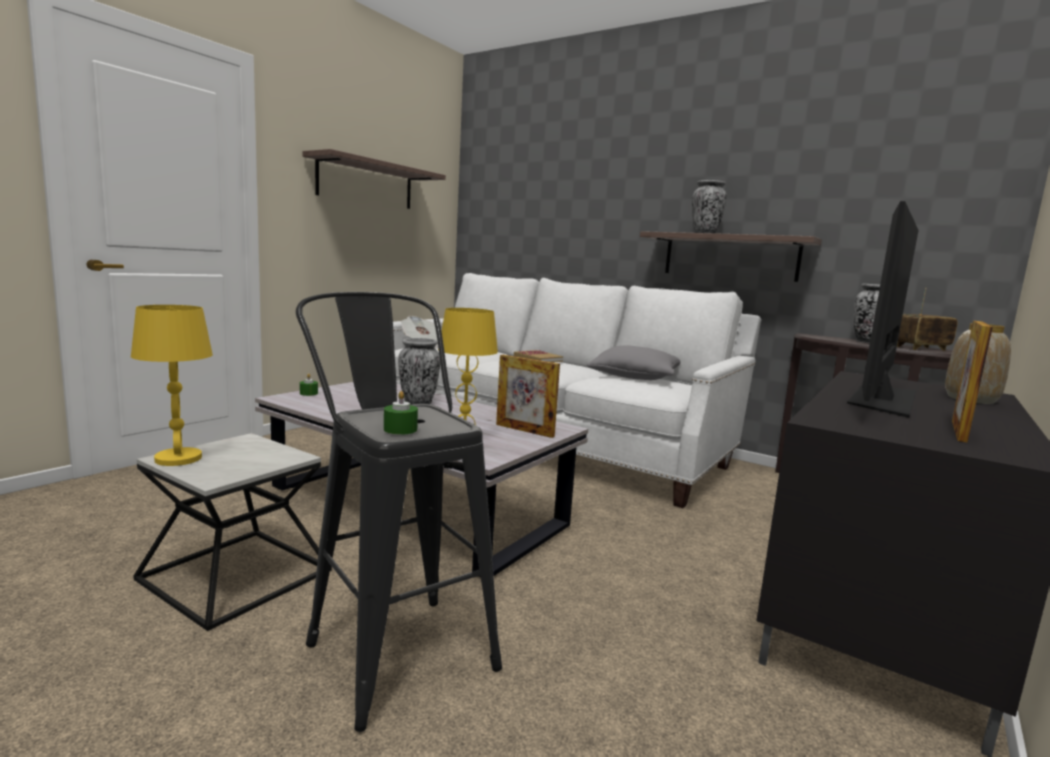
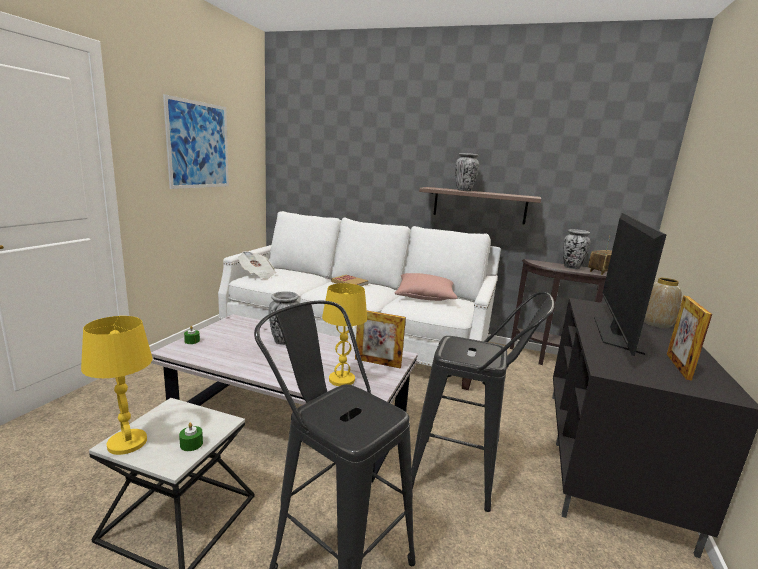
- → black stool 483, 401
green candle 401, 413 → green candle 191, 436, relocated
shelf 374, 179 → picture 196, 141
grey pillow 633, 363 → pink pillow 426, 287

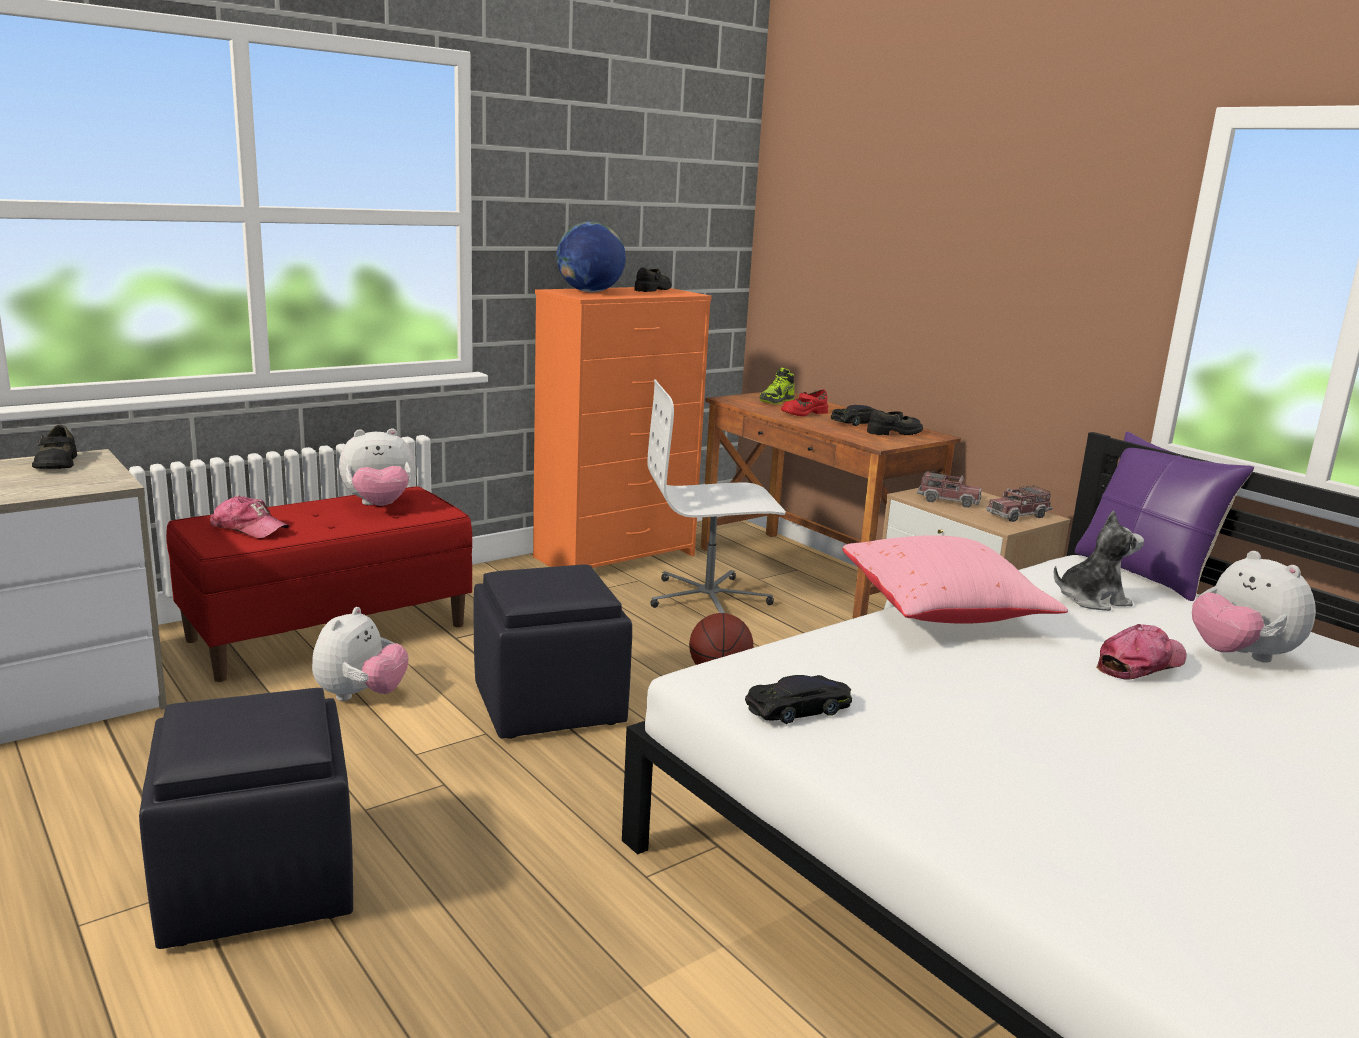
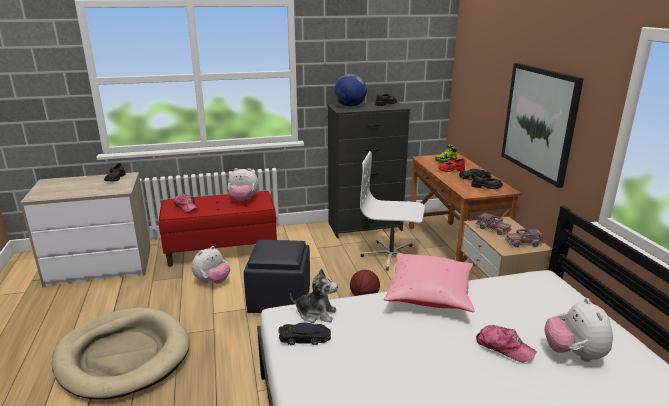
purple pillow 1164, 516 → -
- → picture 542, 125
plush toy 1099, 560 → plush toy 314, 295, relocated
black ottoman 246, 818 → beige dog bed 121, 353
orange dresser 622, 427 → black dresser 368, 169
cap 1141, 652 → cap 506, 344, 45 degrees clockwise

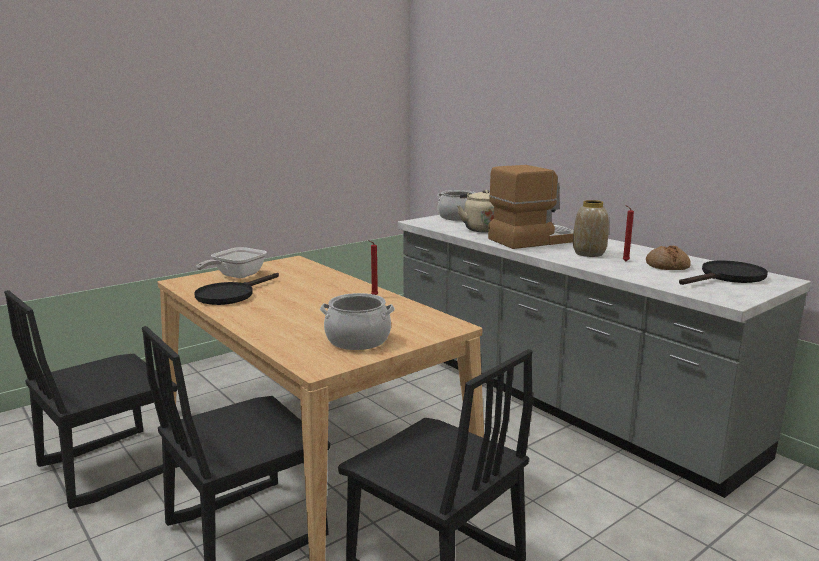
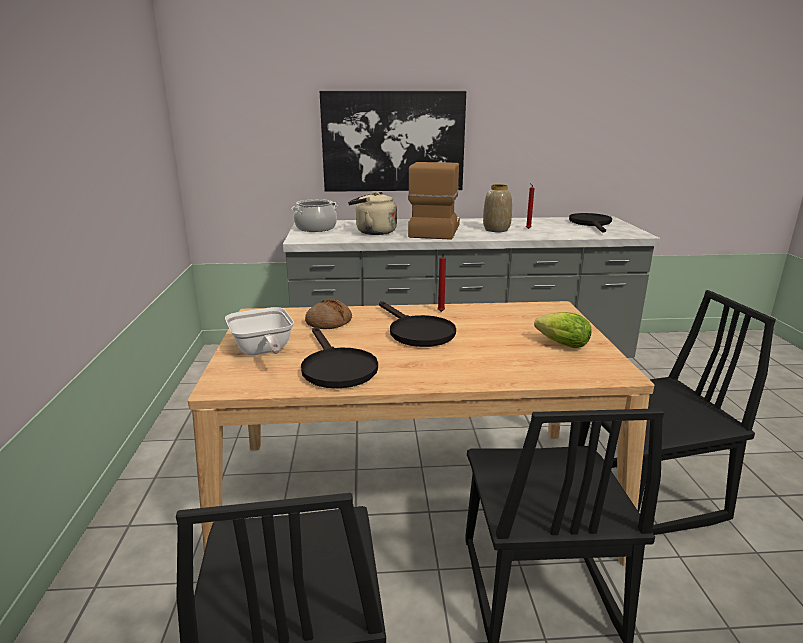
- → picture 393, 141
- → black frying pan 417, 324
bread 668, 258 → bread 328, 313, relocated
cooking pot 357, 321 → lettuce 563, 330

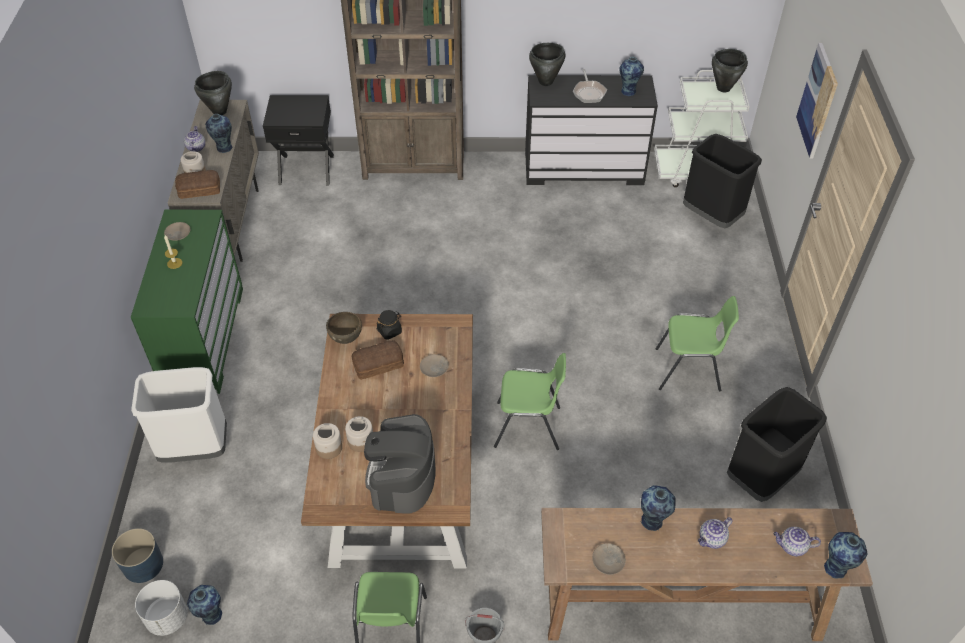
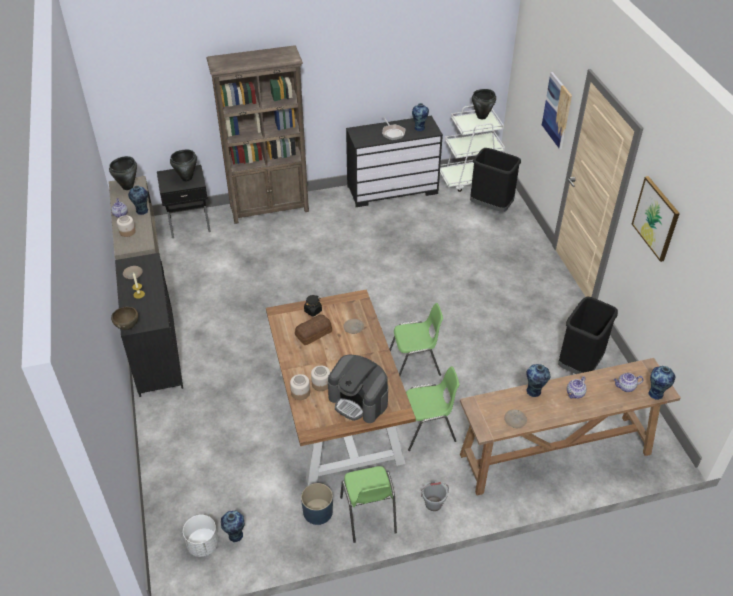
white trash can 179, 415 → -
bread 197, 184 → -
- → picture 656, 219
blue planter 137, 555 → blue planter 317, 504, relocated
brown bowl 344, 328 → brown bowl 124, 318, relocated
black cooking pot 547, 64 → black cooking pot 183, 165, relocated
green chair 697, 343 → green chair 432, 408, relocated
green dresser 187, 302 → black dresser 149, 325
coffee machine 399, 464 → coffee machine 358, 389, 45 degrees counterclockwise

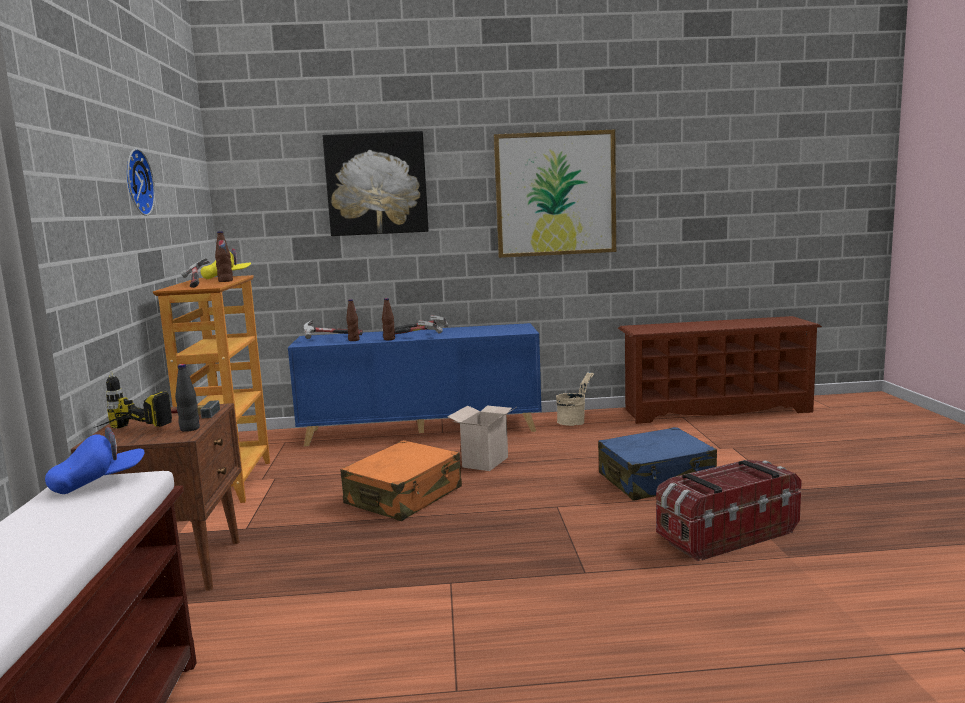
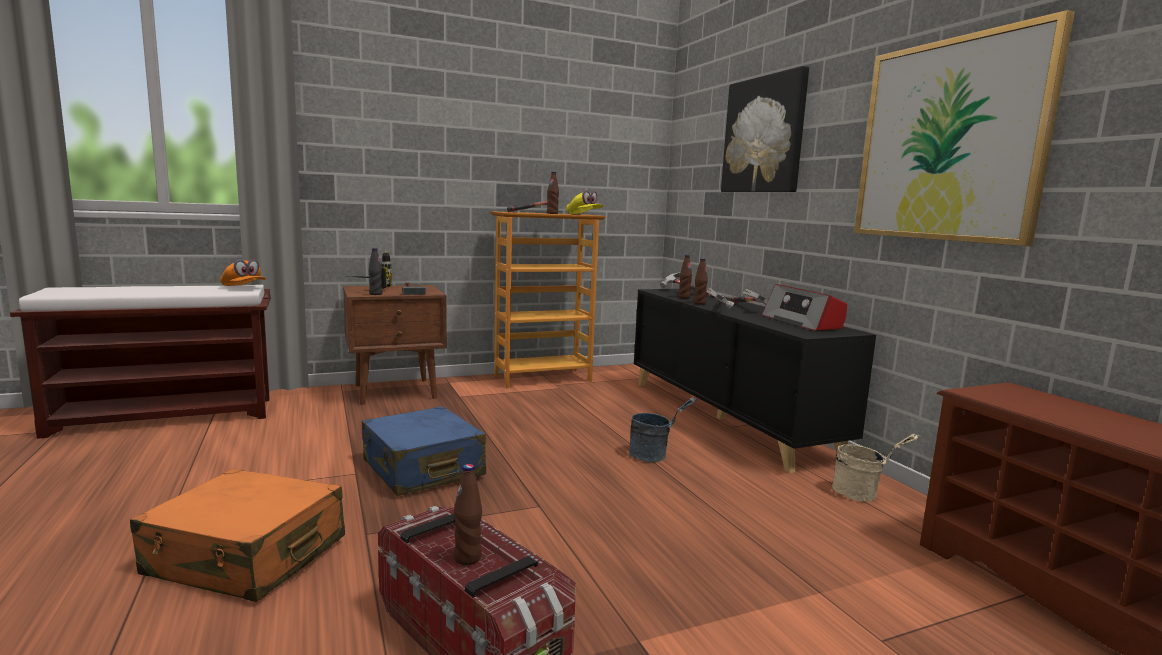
wall clock 141, 182 → -
- → brown bottle 468, 514
- → radio 804, 307
orange suitcase 401, 480 → orange suitcase 237, 535, relocated
blue suitcase 657, 464 → blue suitcase 424, 451, relocated
cardboard box 481, 438 → grey bucket 663, 430
blue cap 95, 460 → orange cap 243, 272
blue cabinet 415, 384 → black cabinet 755, 381

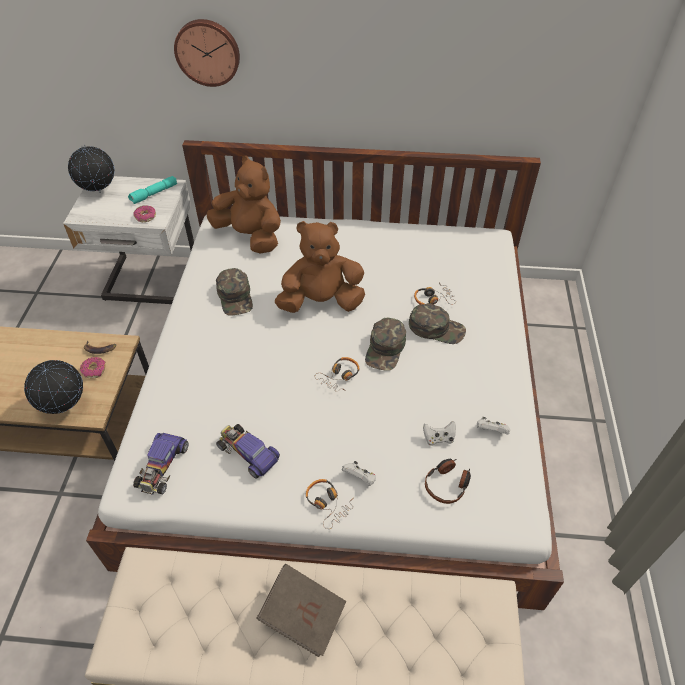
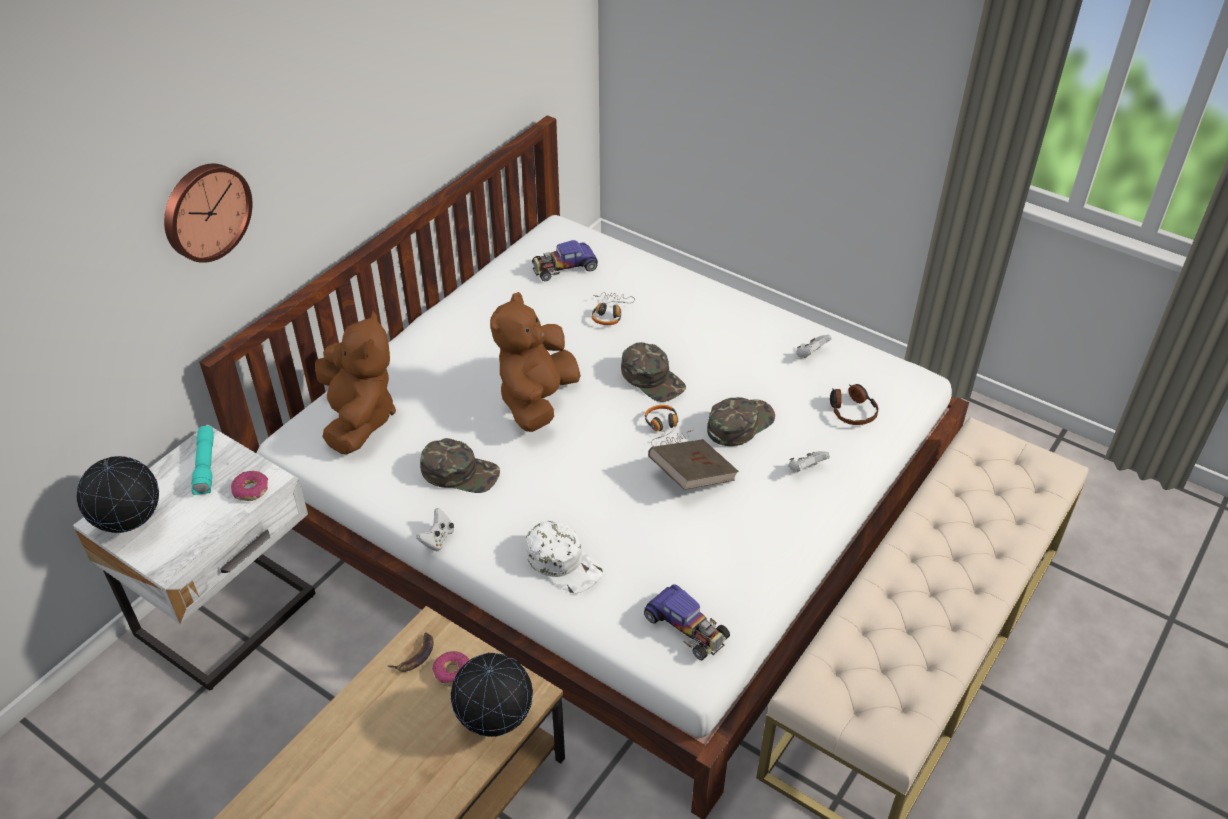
headphones 330, 504 → -
- → white cap 564, 557
toy car 248, 451 → toy car 565, 260, relocated
brown book 301, 610 → brown book 693, 464, relocated
green cap 437, 323 → green cap 741, 421, relocated
white game controller 439, 433 → white game controller 435, 529, relocated
brown plush toy 244, 205 → brown plush toy 355, 382, 105 degrees clockwise

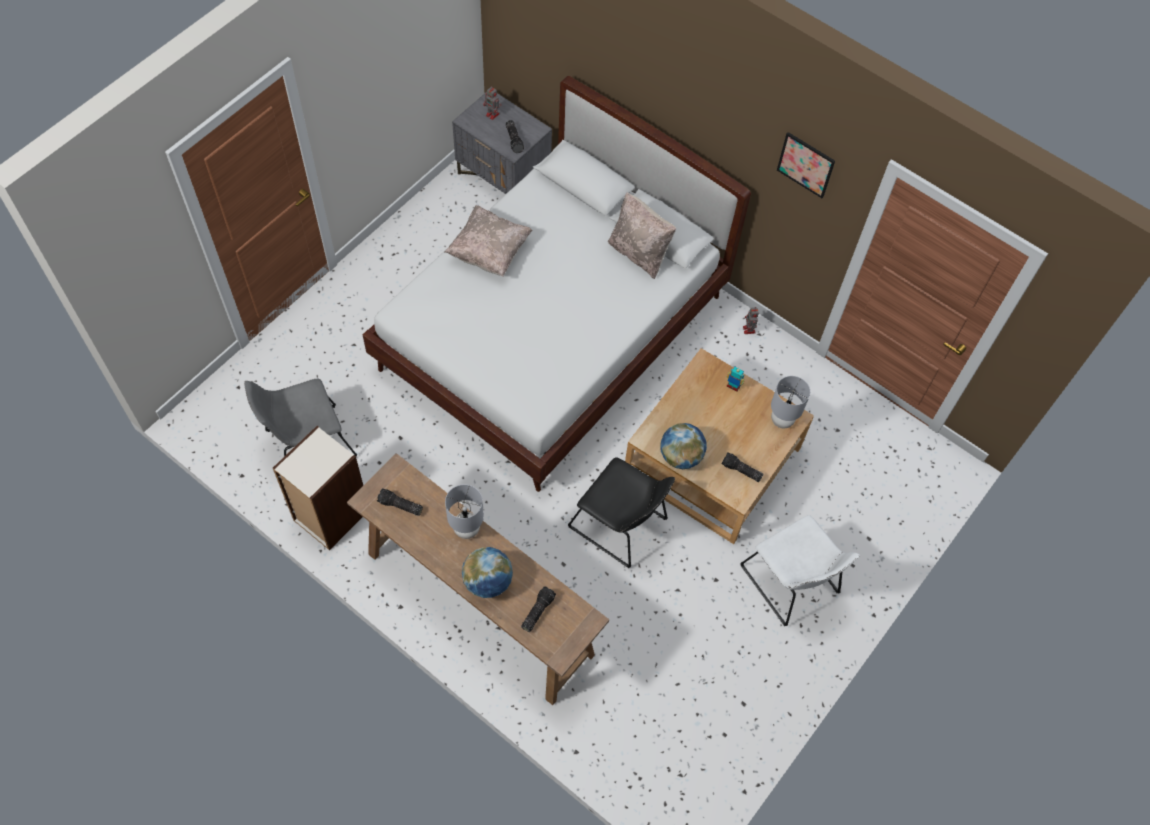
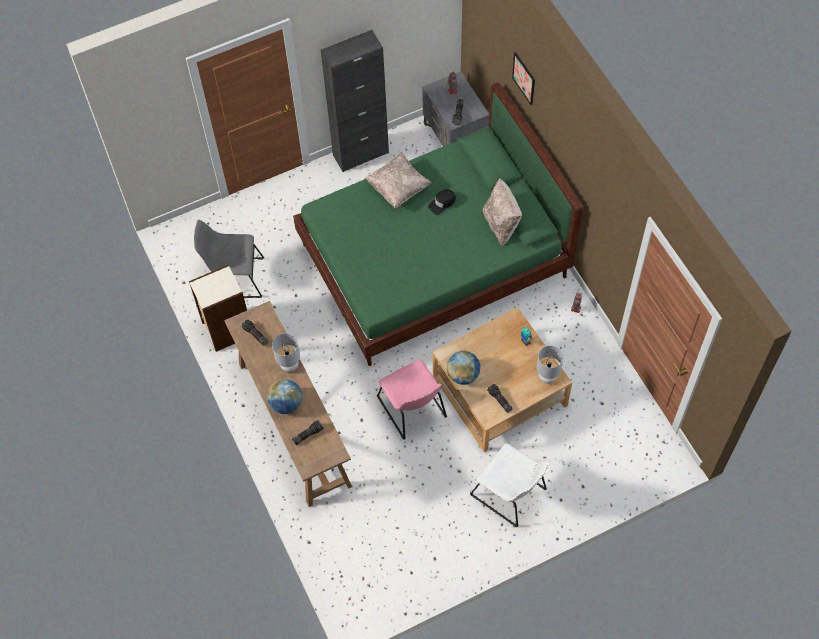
- → black cabinet 355, 101
- → black cap 442, 202
picture 806, 165 → picture 523, 78, relocated
white bed 557, 284 → green bed 438, 224
black chair 621, 512 → pink chair 412, 400
white chair 800, 570 → white chair 510, 485, 45 degrees counterclockwise

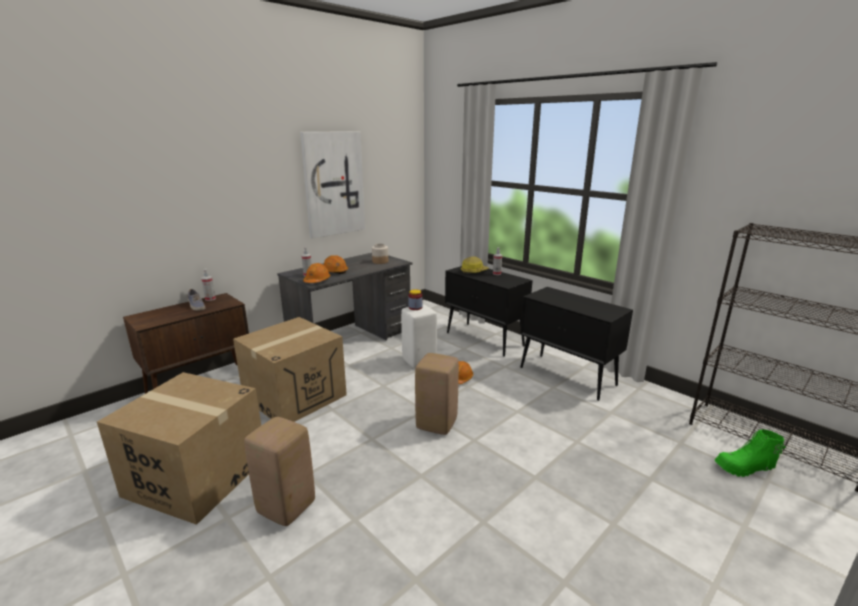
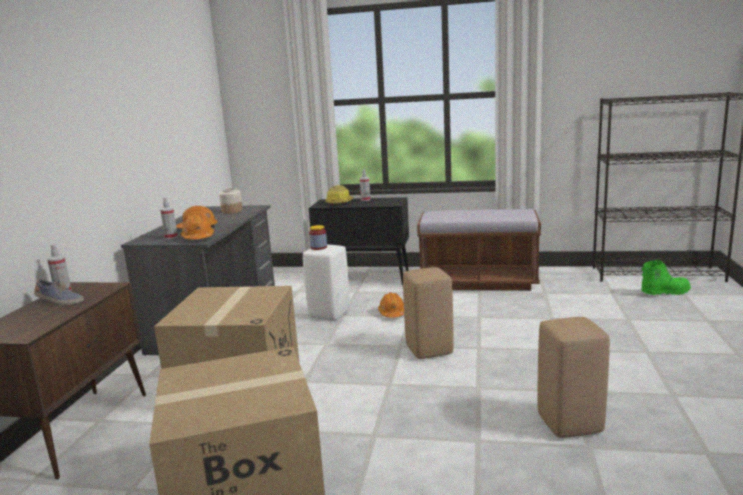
picture 332, 185 → -
beige stool 279, 471 → beige stool 573, 377, relocated
black cabinet 576, 344 → brown bench 479, 249
green boot 750, 453 → green boot 666, 277, 150 degrees counterclockwise

